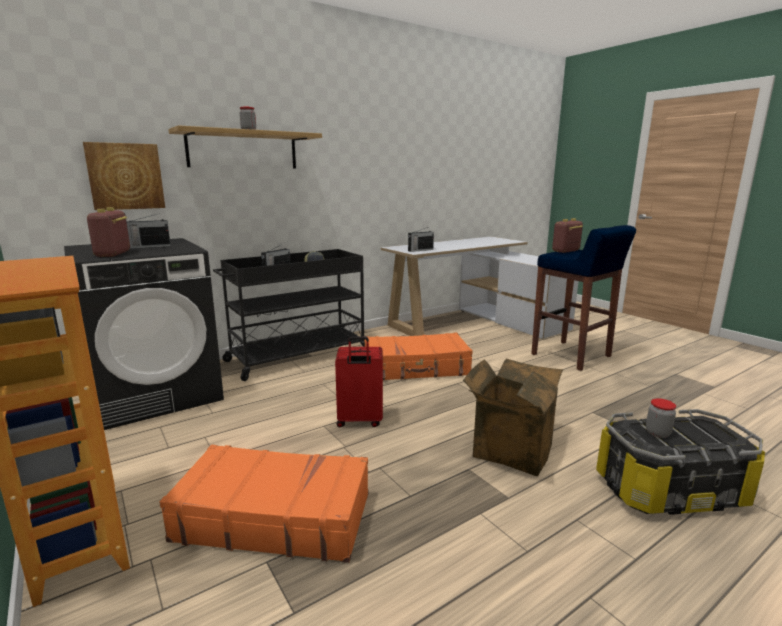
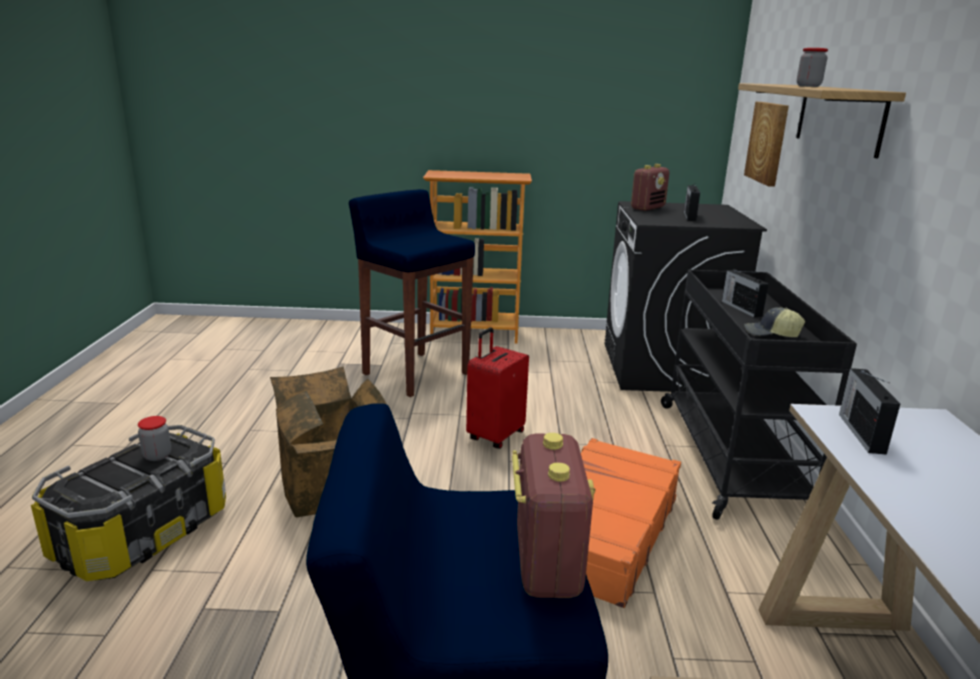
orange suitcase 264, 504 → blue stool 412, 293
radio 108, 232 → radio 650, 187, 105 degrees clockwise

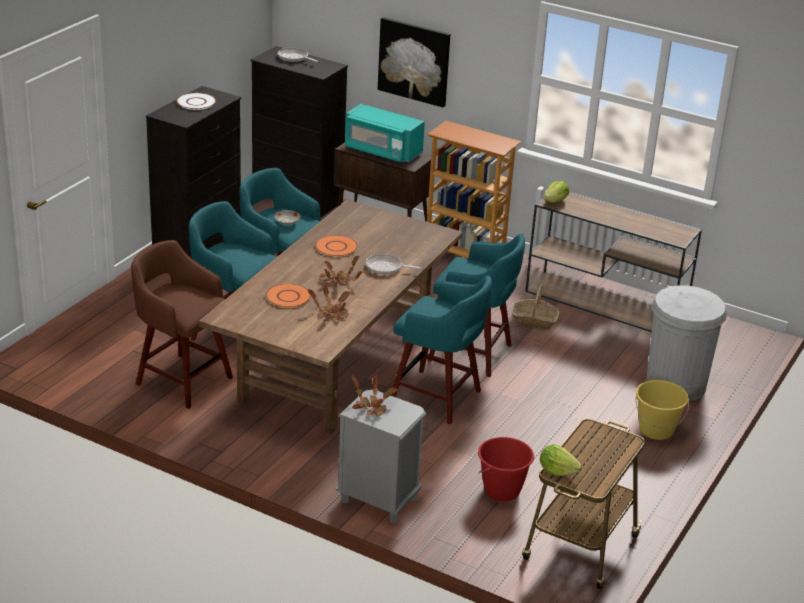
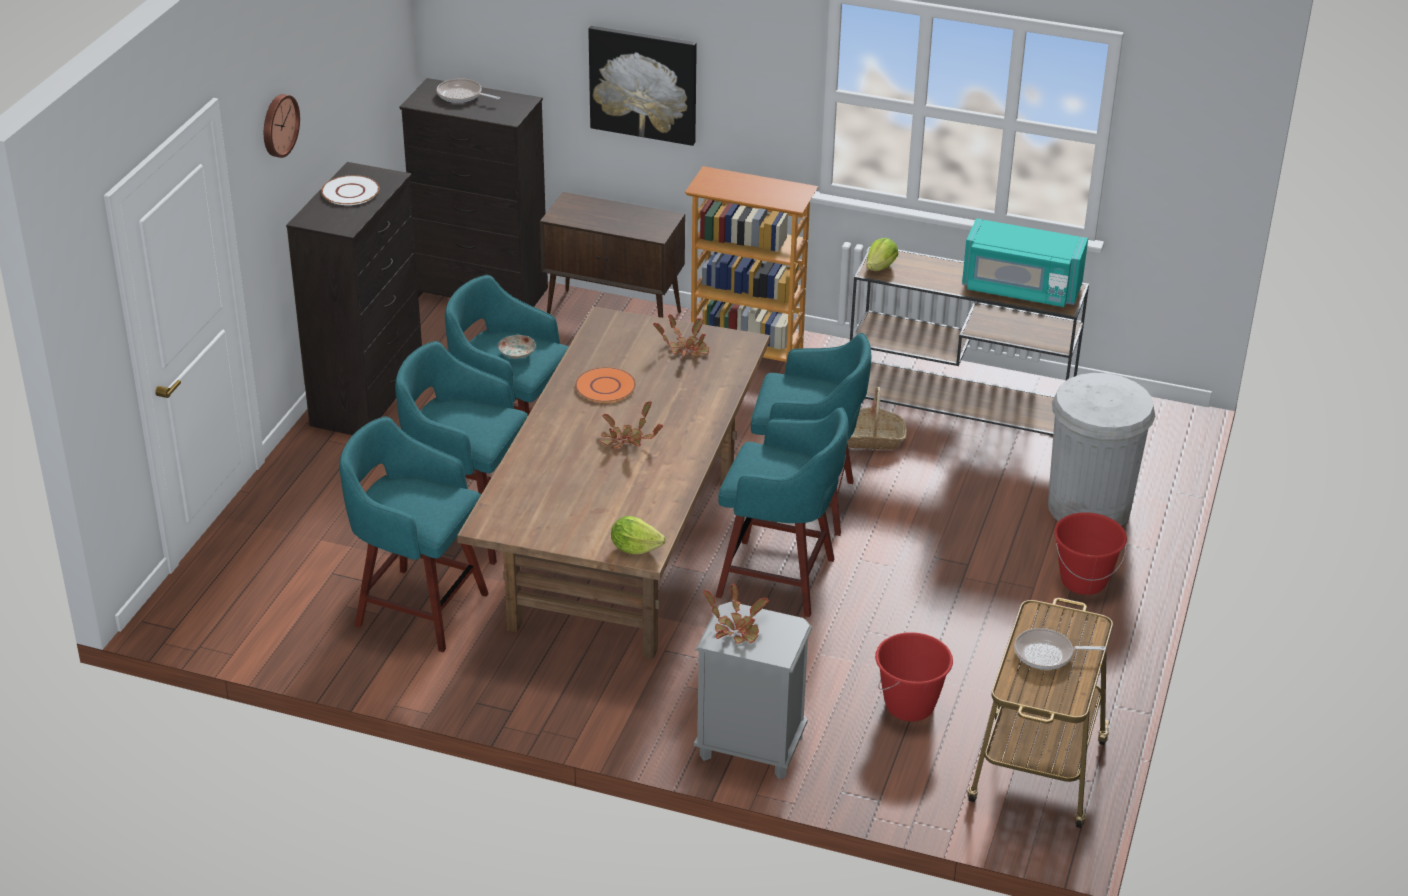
orange plate 288, 296 → -
- → wall clock 282, 126
potted plant 329, 302 → potted plant 681, 335, relocated
turquoise microwave 385, 133 → turquoise microwave 1025, 262, relocated
frying pan 393, 264 → frying pan 1060, 649, relocated
lettuce 561, 460 → lettuce 638, 535, relocated
brown stool 182, 324 → turquoise stool 414, 534
yellow bucket 662, 410 → red bucket 1090, 553

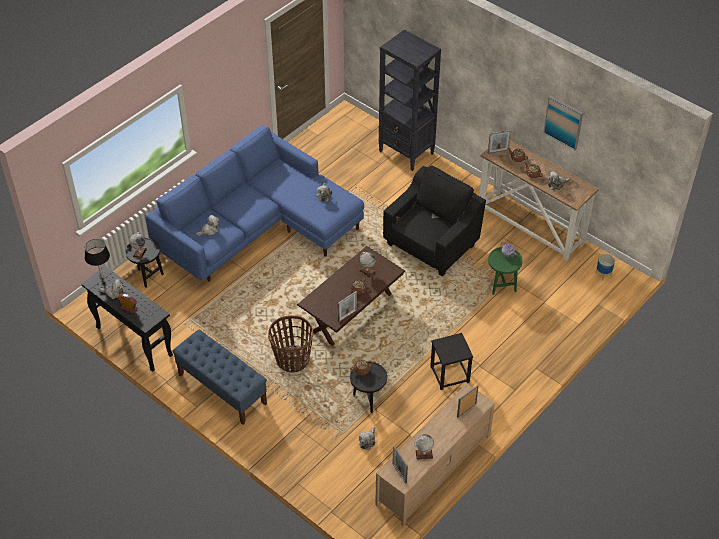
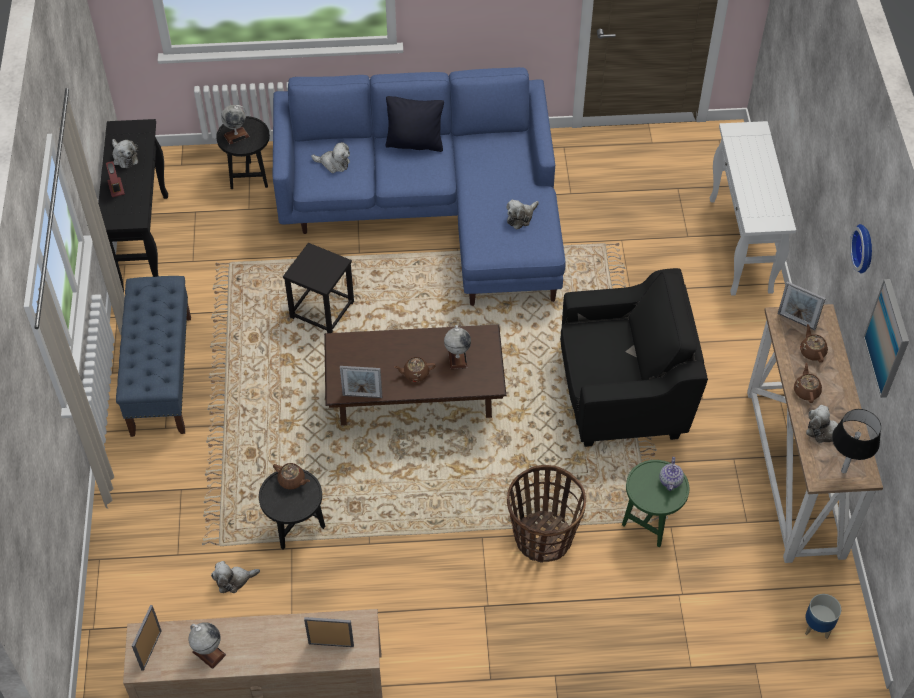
- → black pillow 414, 124
- → wall clock 861, 248
black table lamp 97, 258 → black table lamp 856, 441, relocated
basket 290, 343 → basket 546, 514, relocated
black stool 451, 361 → black stool 318, 288, relocated
black bookcase 409, 100 → white console table 753, 208

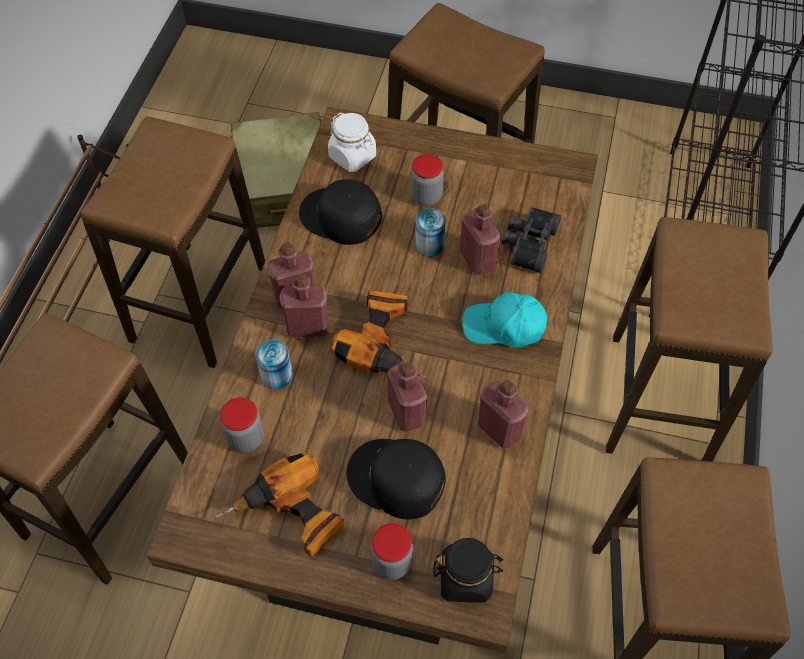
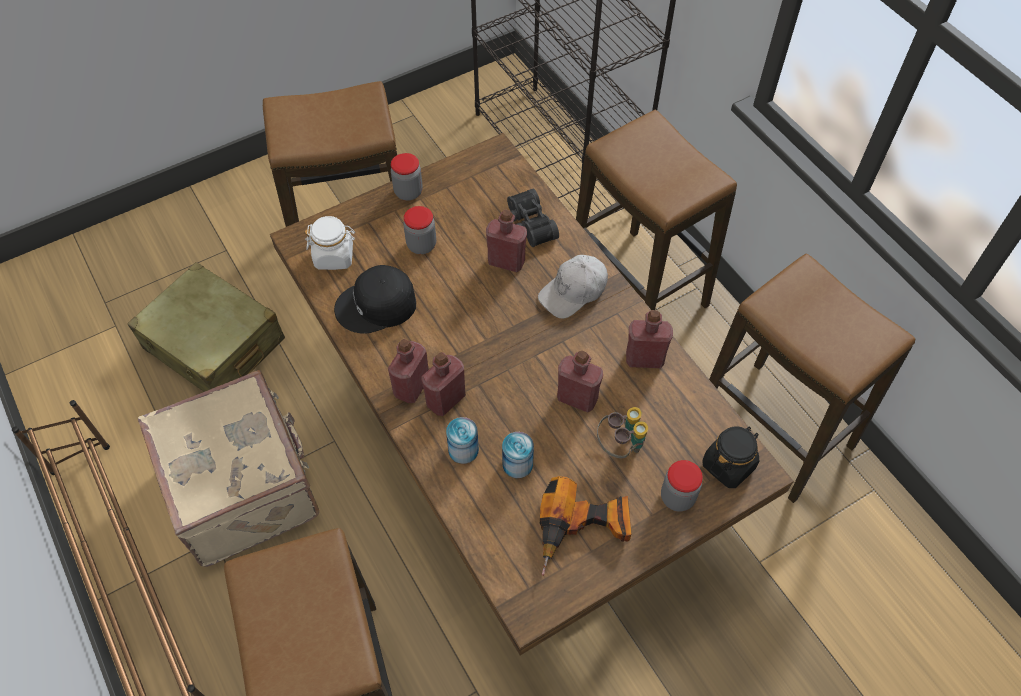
power drill 379, 334 → -
jar 242, 425 → jar 407, 177, relocated
can 430, 232 → can 518, 455, relocated
stool 173, 242 → beige suitcase 228, 468
black cap 396, 479 → binoculars 622, 432
turquoise cap 504, 319 → white cap 573, 287

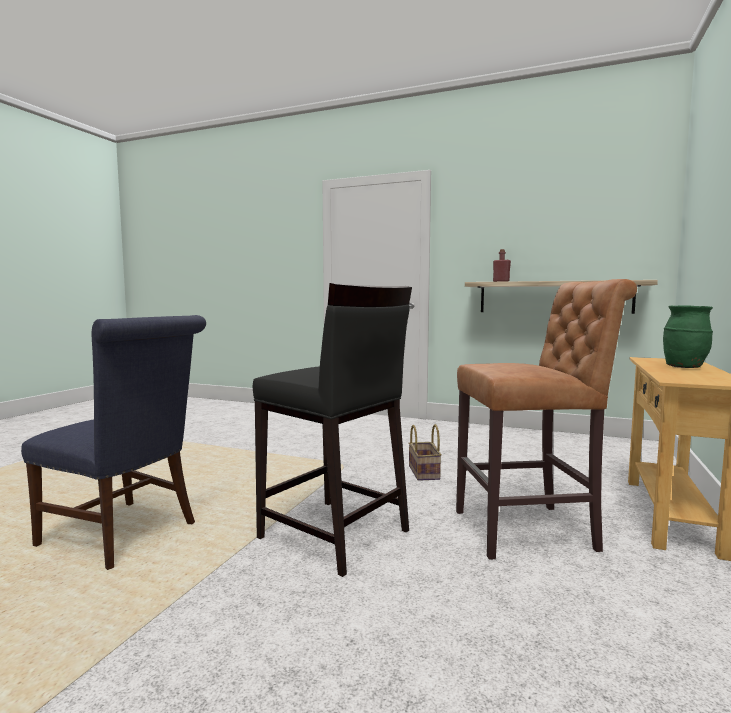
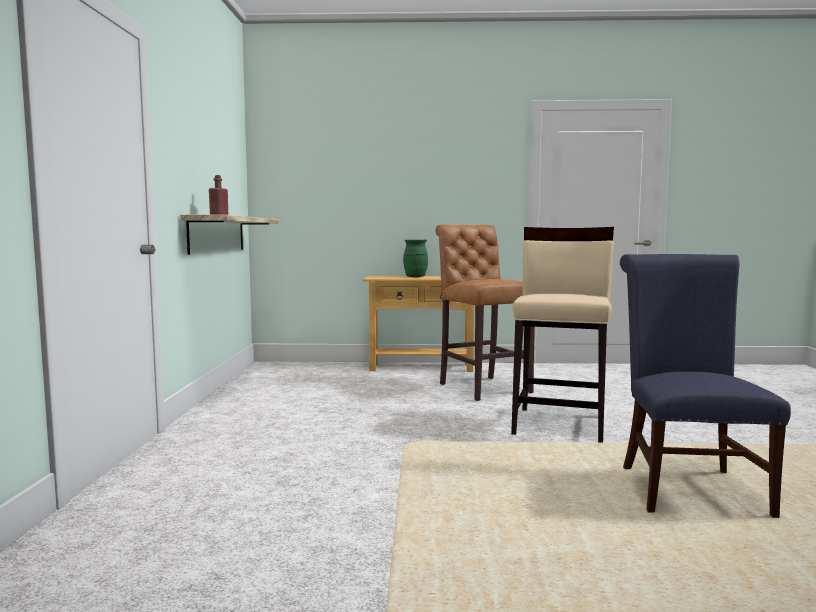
basket 425, 452 → -
black stool 332, 430 → beige stool 562, 334

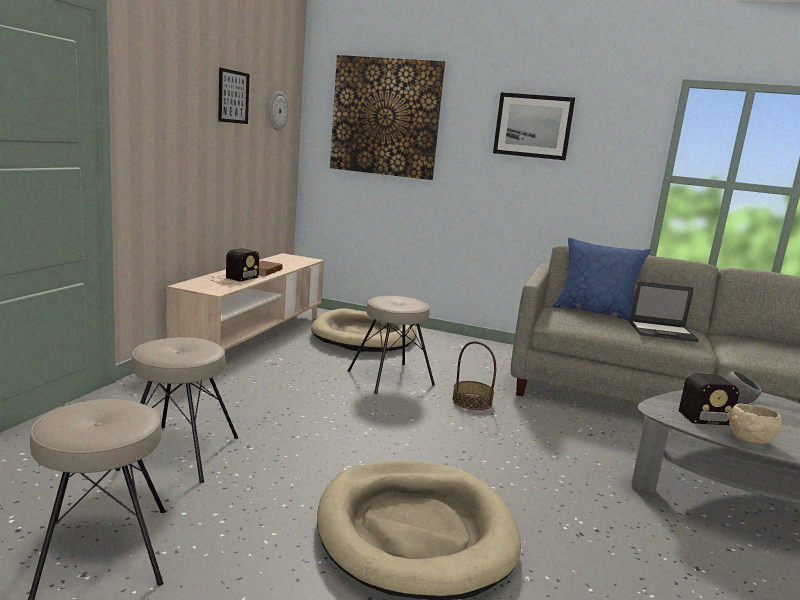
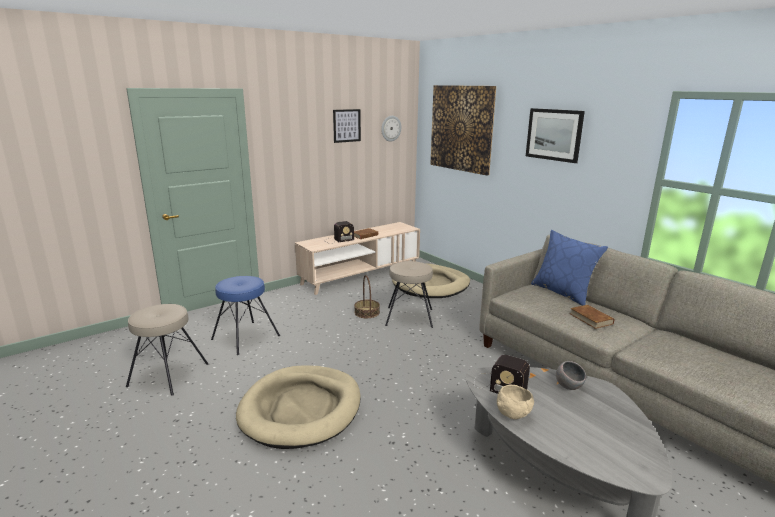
basket 474, 375 → basket 367, 296, relocated
laptop 664, 311 → brown book 592, 317
beige stool 176, 410 → blue stool 245, 315

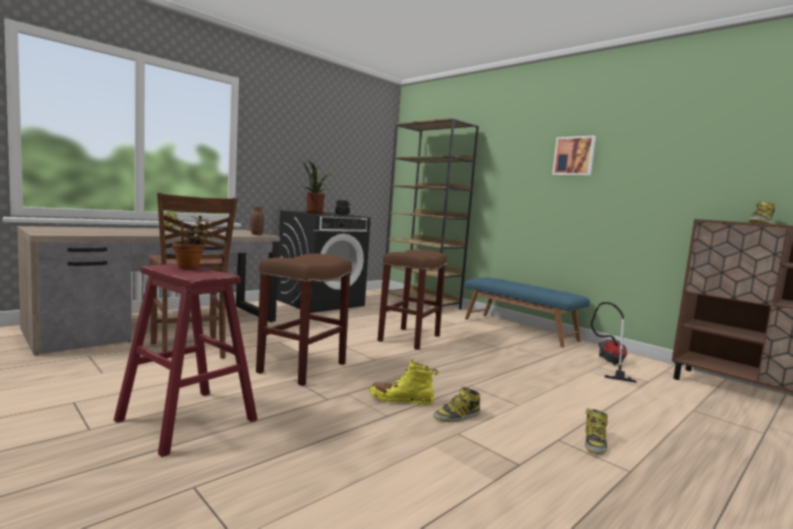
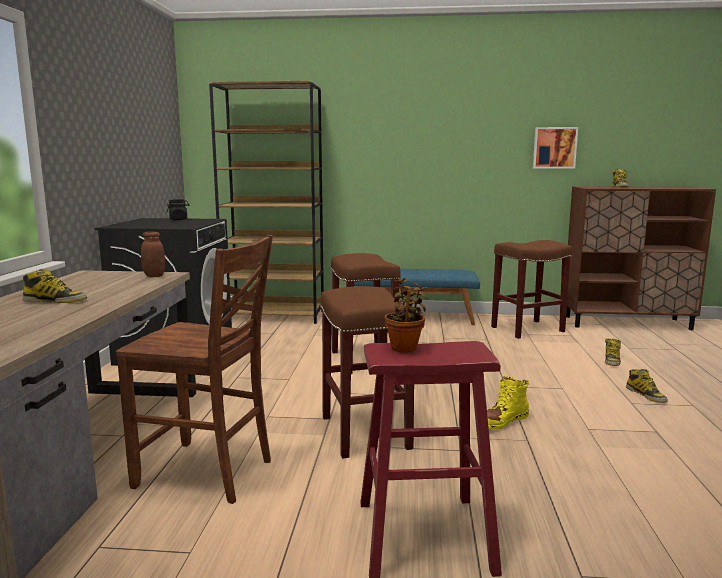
potted plant 316, 187 → -
boot 456, 404 → boot 613, 352, relocated
picture 574, 155 → picture 555, 148, relocated
vacuum cleaner 614, 342 → brown stool 531, 289

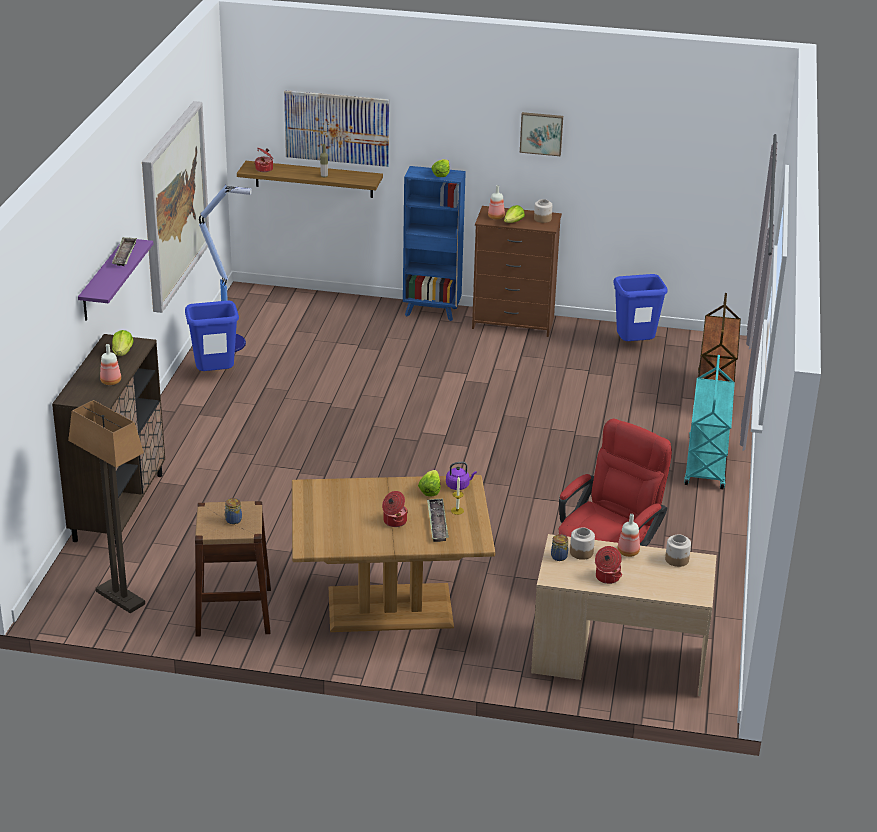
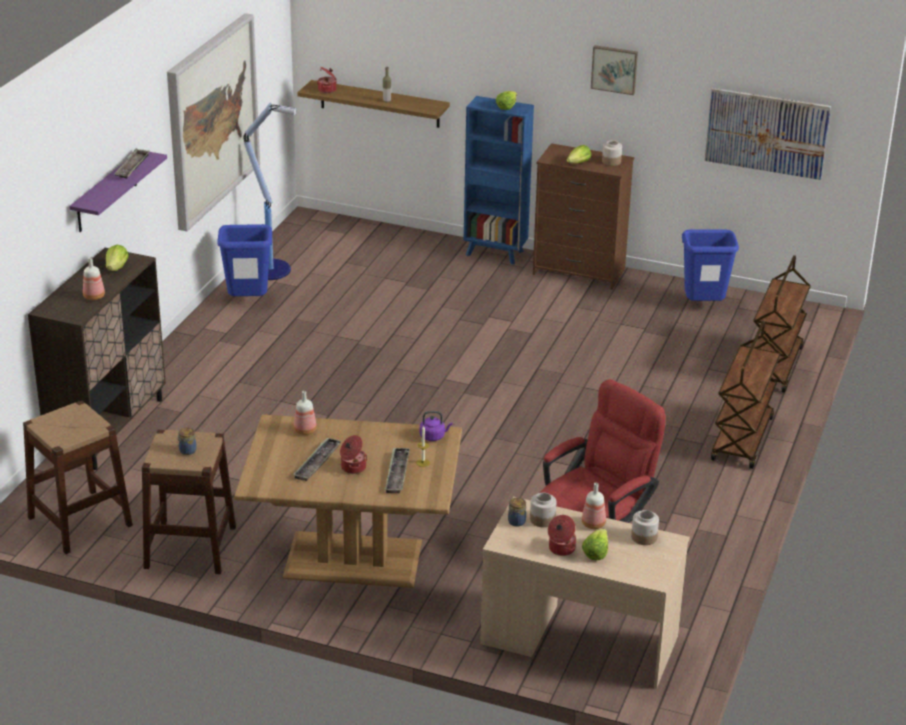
- → tray 317, 459
picture 336, 128 → picture 768, 134, relocated
lettuce 429, 483 → lettuce 594, 544, relocated
bottle 496, 202 → bottle 305, 413, relocated
floor lamp 106, 506 → brown stool 78, 477
turquoise cart 709, 422 → brown cart 746, 395

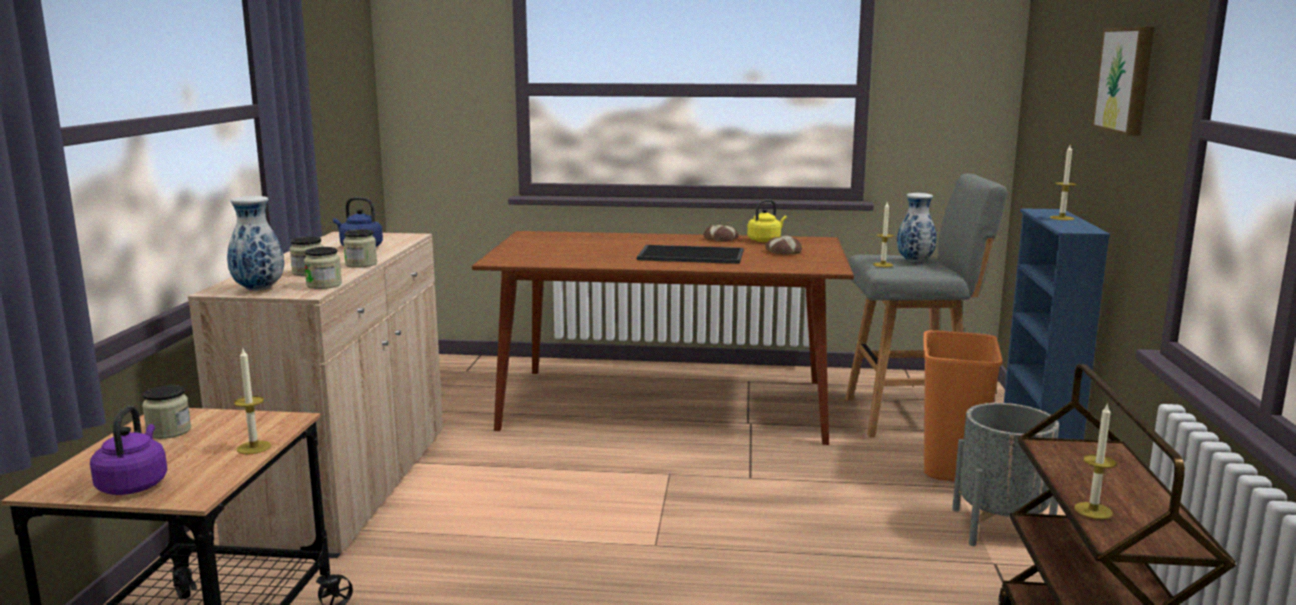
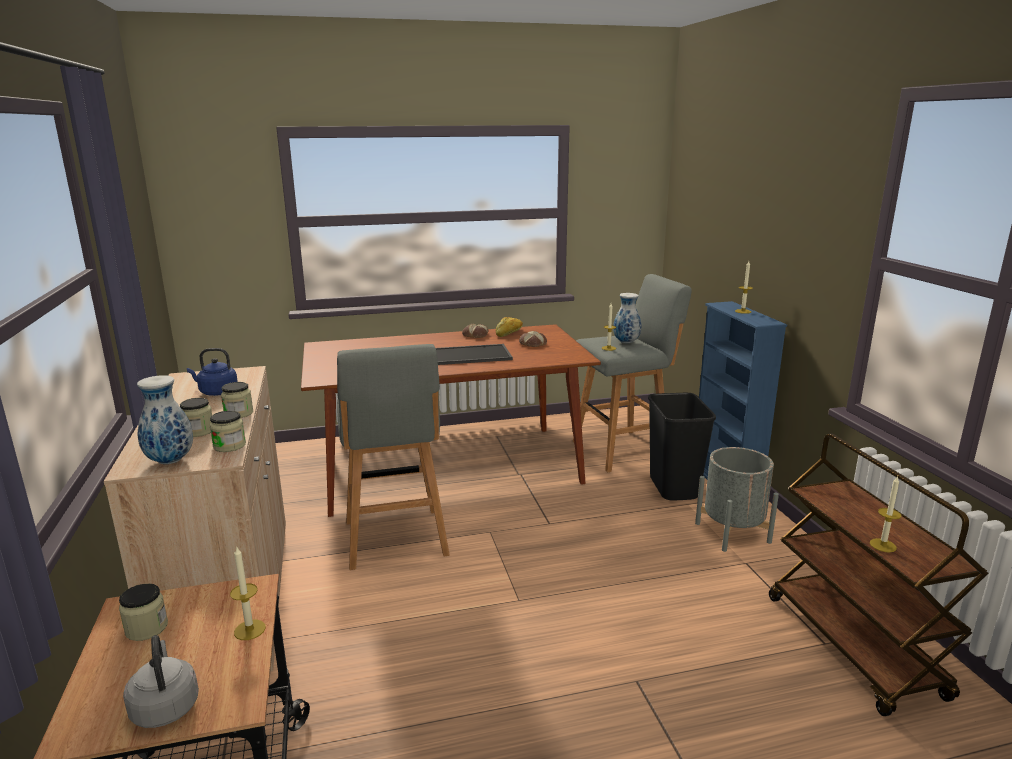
picture 1123, 81 → -
- → grey stool 393, 457
yellow kettle 767, 221 → bread 509, 327
purple kettle 129, 450 → grey kettle 161, 681
orange trash can 963, 406 → black trash can 682, 447

